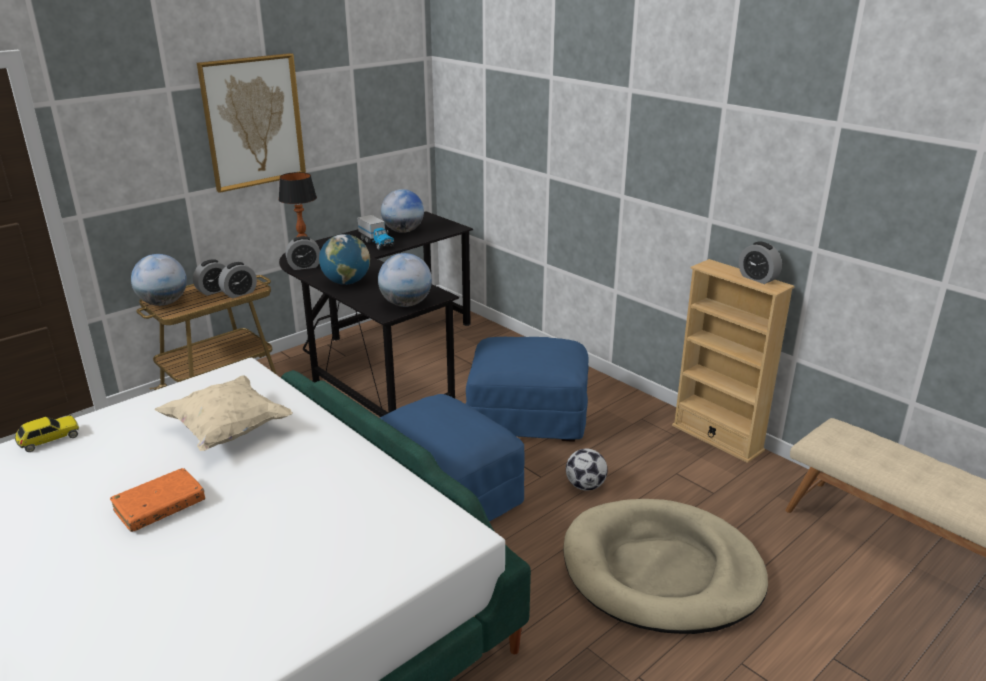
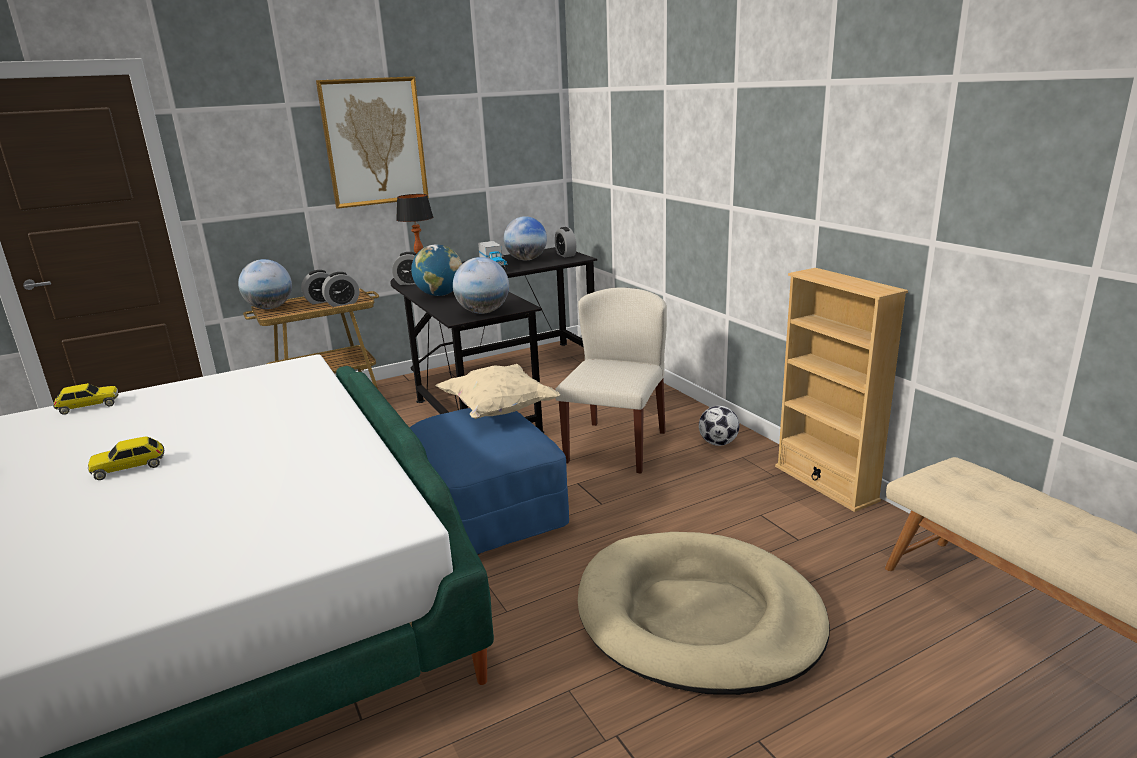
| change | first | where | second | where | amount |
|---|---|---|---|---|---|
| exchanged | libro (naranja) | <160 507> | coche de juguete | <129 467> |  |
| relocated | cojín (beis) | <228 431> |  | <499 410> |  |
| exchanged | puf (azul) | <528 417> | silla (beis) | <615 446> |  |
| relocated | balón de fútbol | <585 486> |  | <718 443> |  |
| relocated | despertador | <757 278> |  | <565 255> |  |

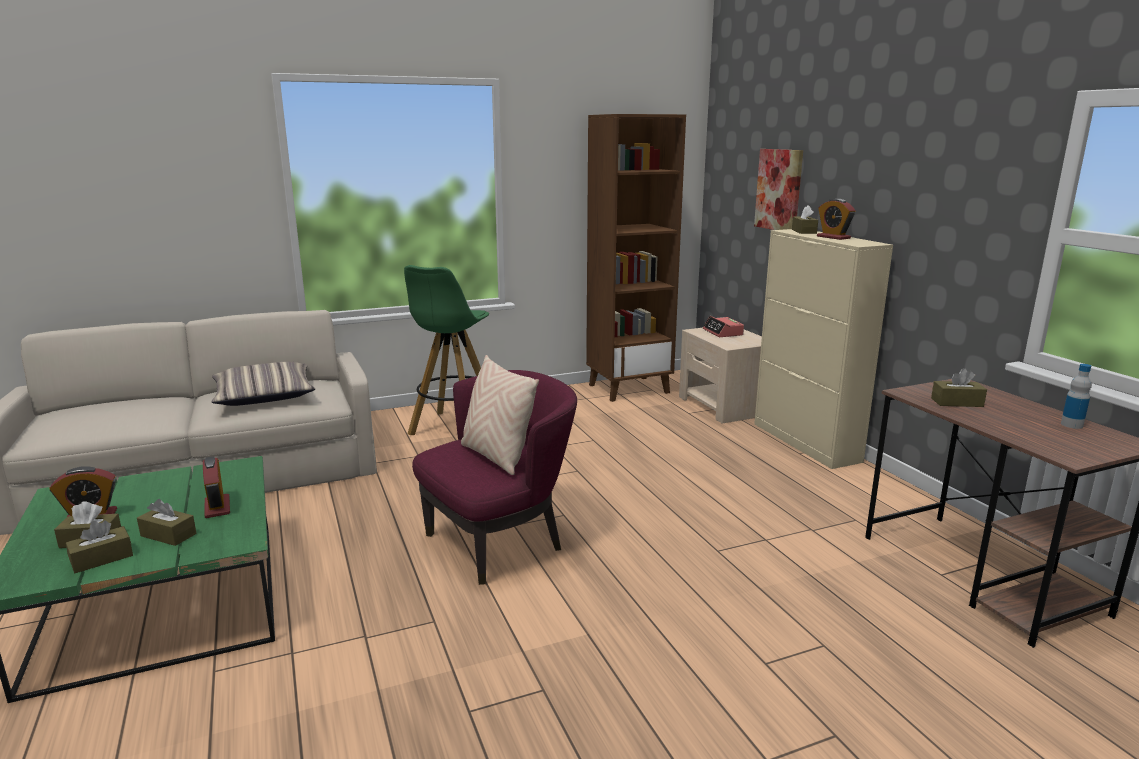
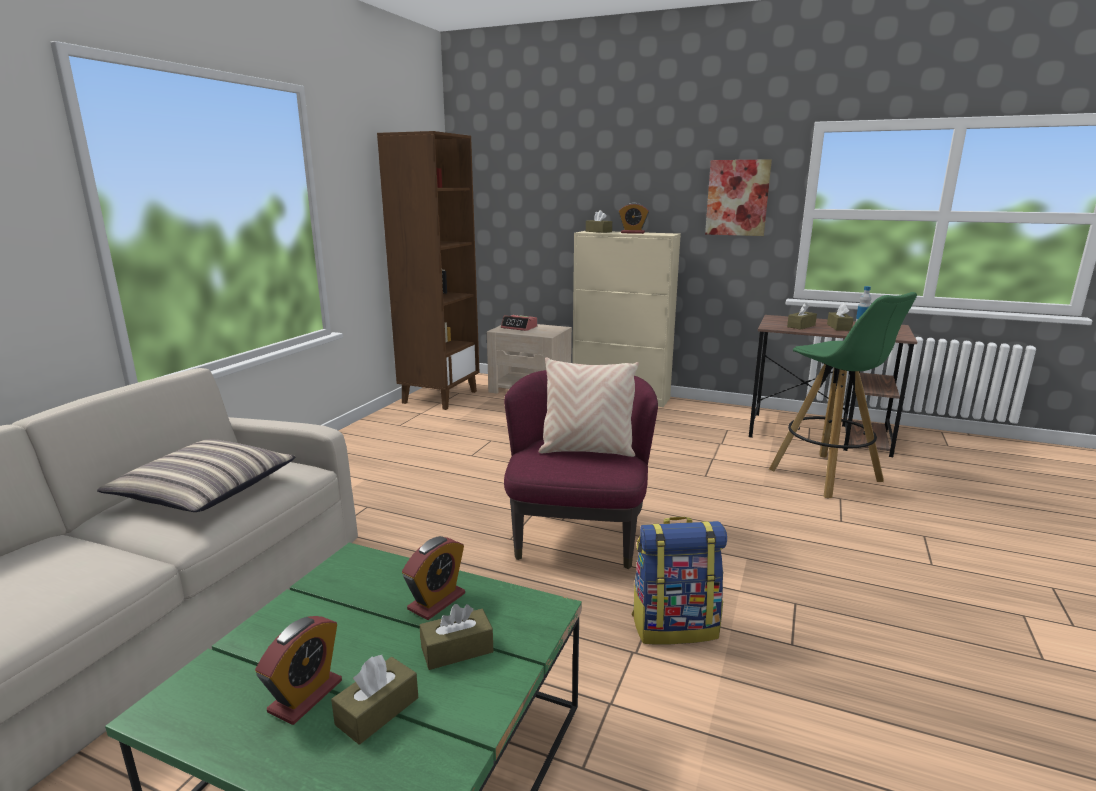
| change | first | where | second | where | amount |
|---|---|---|---|---|---|
| relocated | caja de pañuelos (marrón) | <102 559> |  | <839 327> |  |
| spun | despertador | <217 507> |  | <436 601> | 75 degrees counterclockwise |
| relocated | taburete (verde) | <454 428> |  | <827 476> |  |
| relocated | cuadro | <779 190> |  | <737 198> |  |
| appeared |  |  | mochila | <675 626> |  |

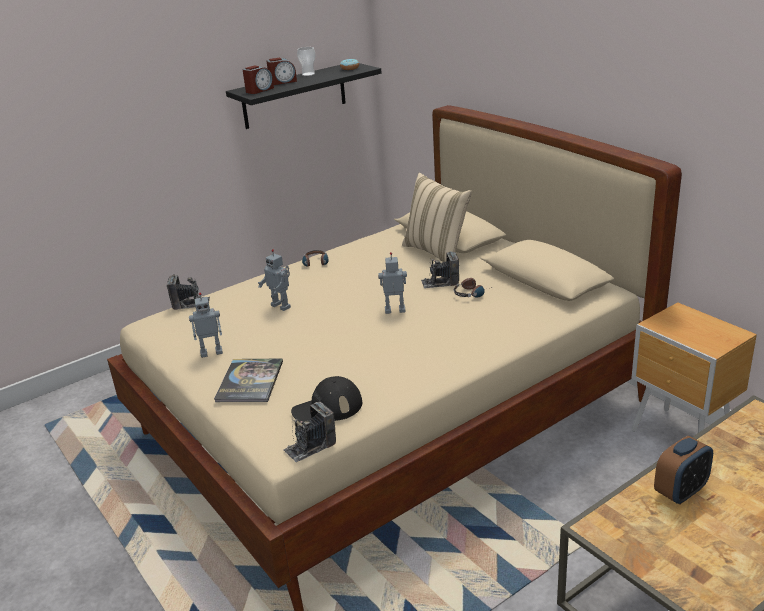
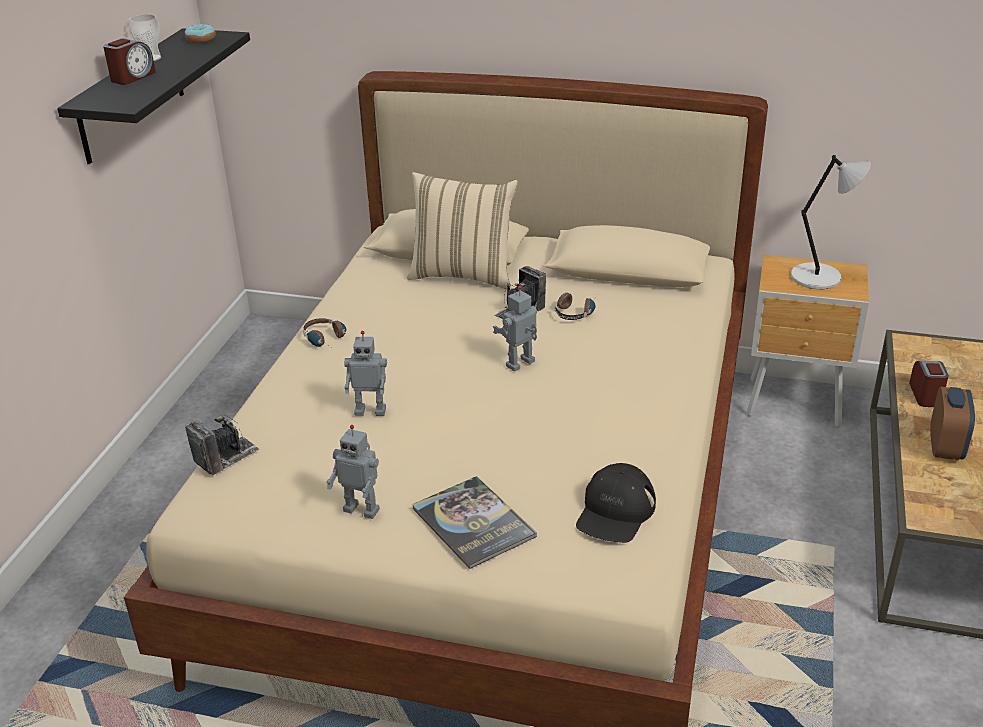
| change | first | where | second | where | amount |
|---|---|---|---|---|---|
| spun | robot de juguete | <211 352> |  | <362 509> | 75 degrees clockwise |
| relocated | despertador | <259 90> |  | <925 395> |  |
| missing | cámara | <310 446> |  |  |  |
| appeared |  |  | lámpara de mesa (gris) | <819 277> |  |

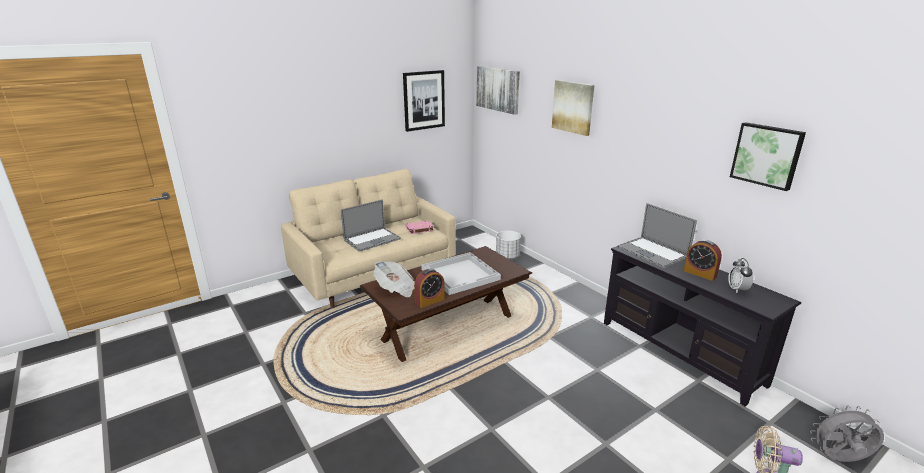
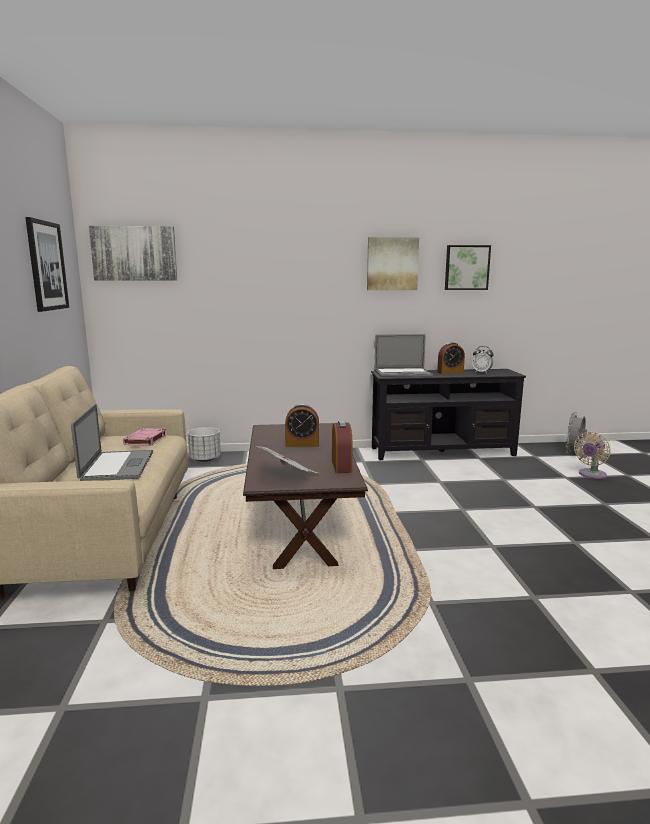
| change | first | where | second | where | amount |
|---|---|---|---|---|---|
| exchanged | bandeja (blanco) | <461 274> | despertador | <302 444> |  |
| relocated | cuadro | <573 107> |  | <392 264> |  |

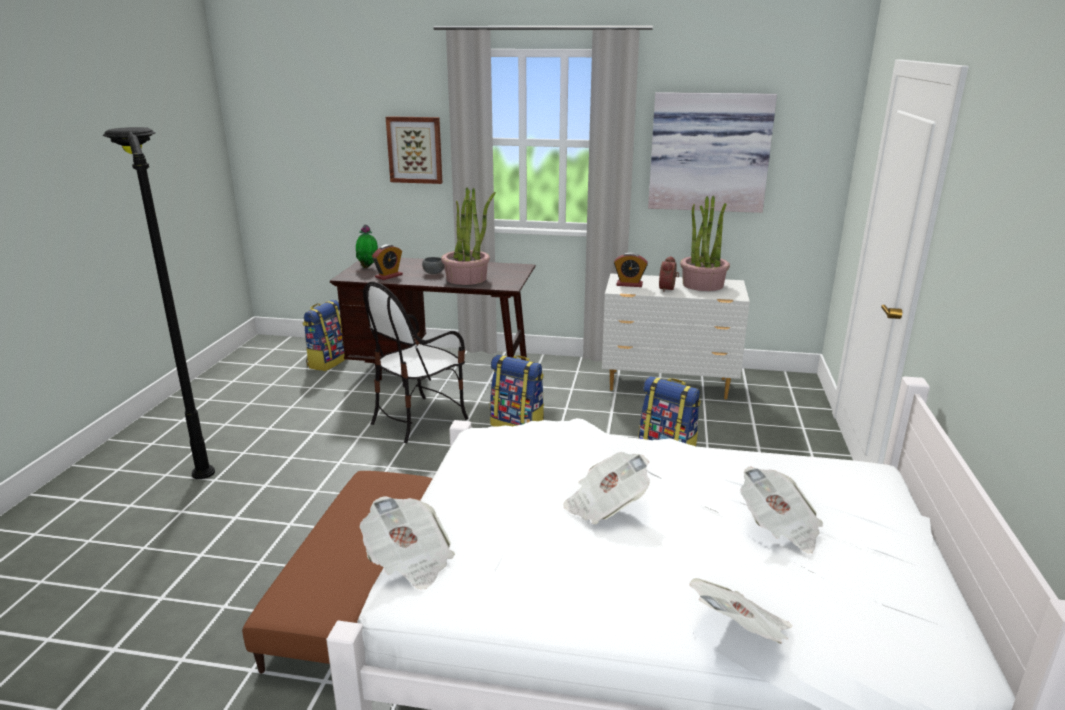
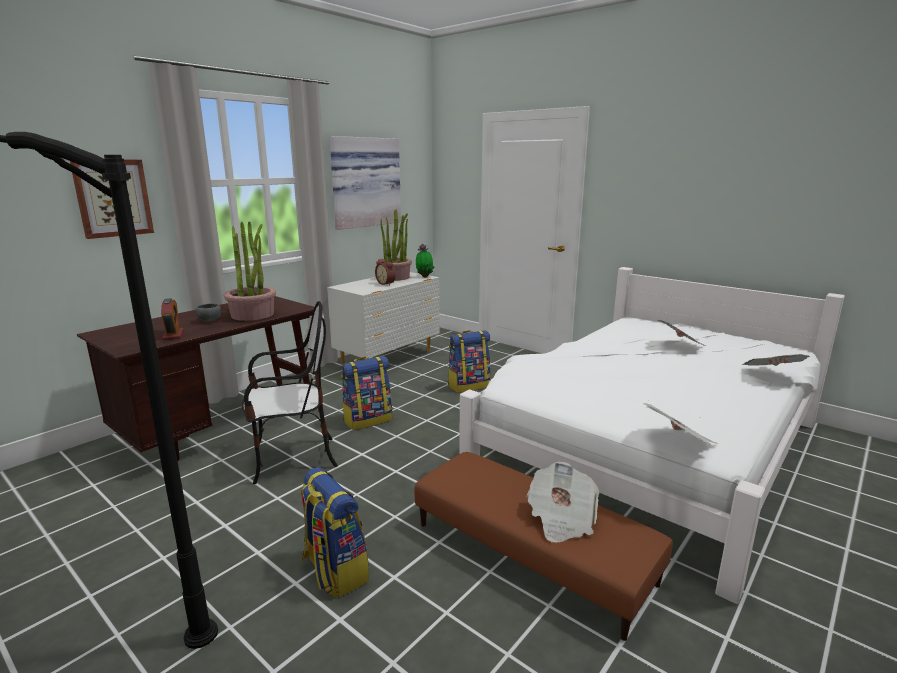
| change | first | where | second | where | amount |
|---|---|---|---|---|---|
| relocated | mochila | <328 362> |  | <334 571> |  |
| relocated | planta en maceta | <368 267> |  | <424 277> |  |
| spun | silla | <418 419> |  | <293 458> | 90 degrees counterclockwise |
| relocated | periódico | <605 505> |  | <561 519> |  |
| missing | despertador | <629 284> |  |  |  |

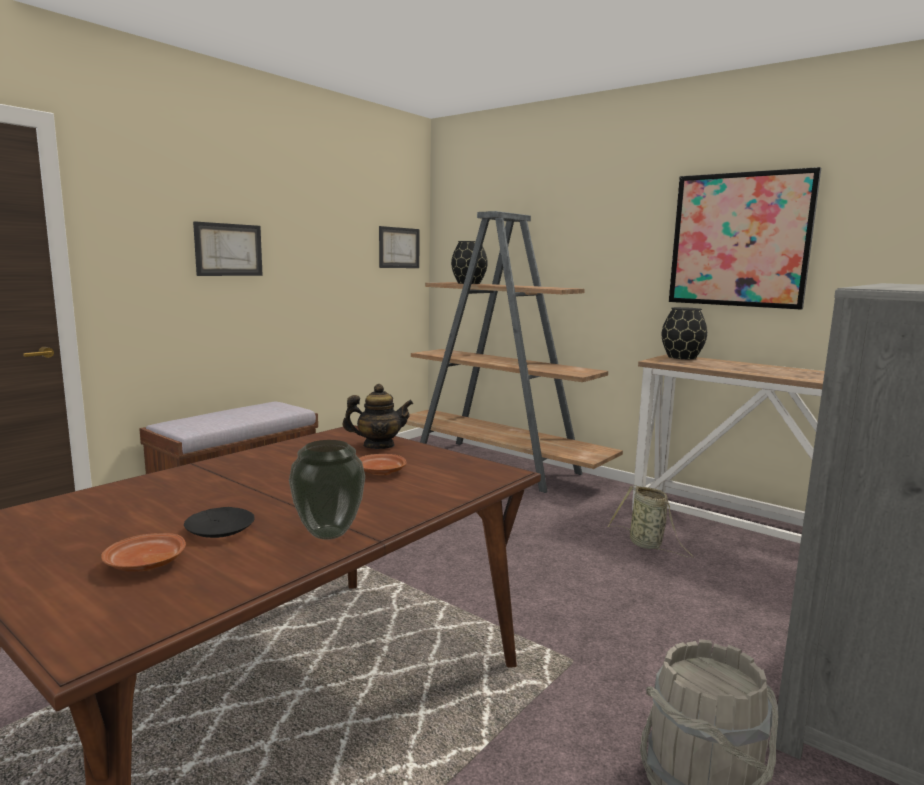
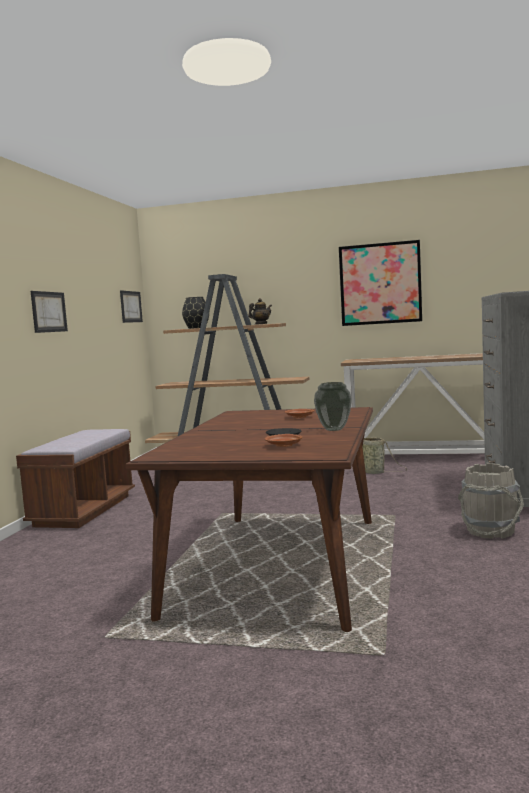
| change | first | where | second | where | amount |
|---|---|---|---|---|---|
| relocated | tetera | <378 446> |  | <261 324> |  |
| missing | florero (negro) | <681 357> |  |  |  |

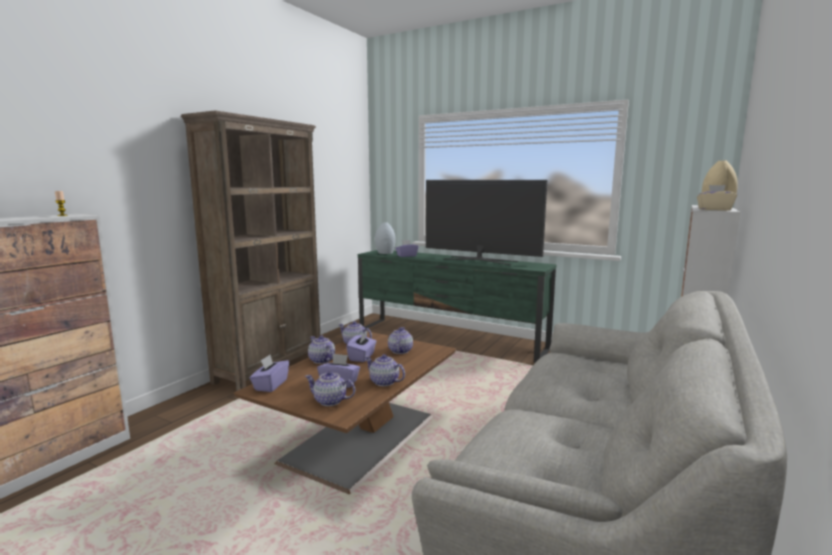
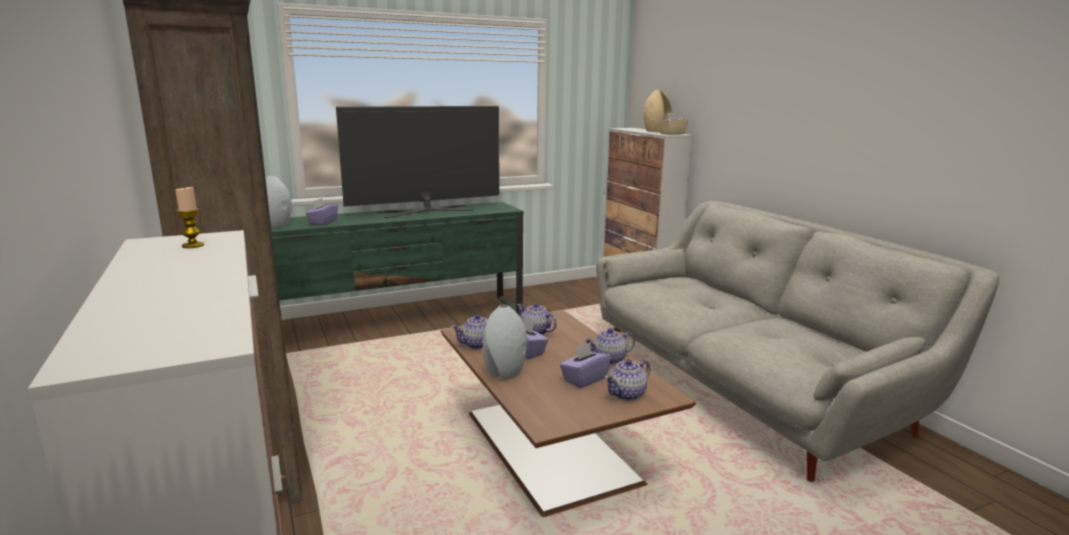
| change | first | where | second | where | amount |
|---|---|---|---|---|---|
| missing | caja de pañuelos (morado) | <270 385> |  |  |  |
| exchanged | tetera | <321 360> | florero (gris) | <504 373> |  |

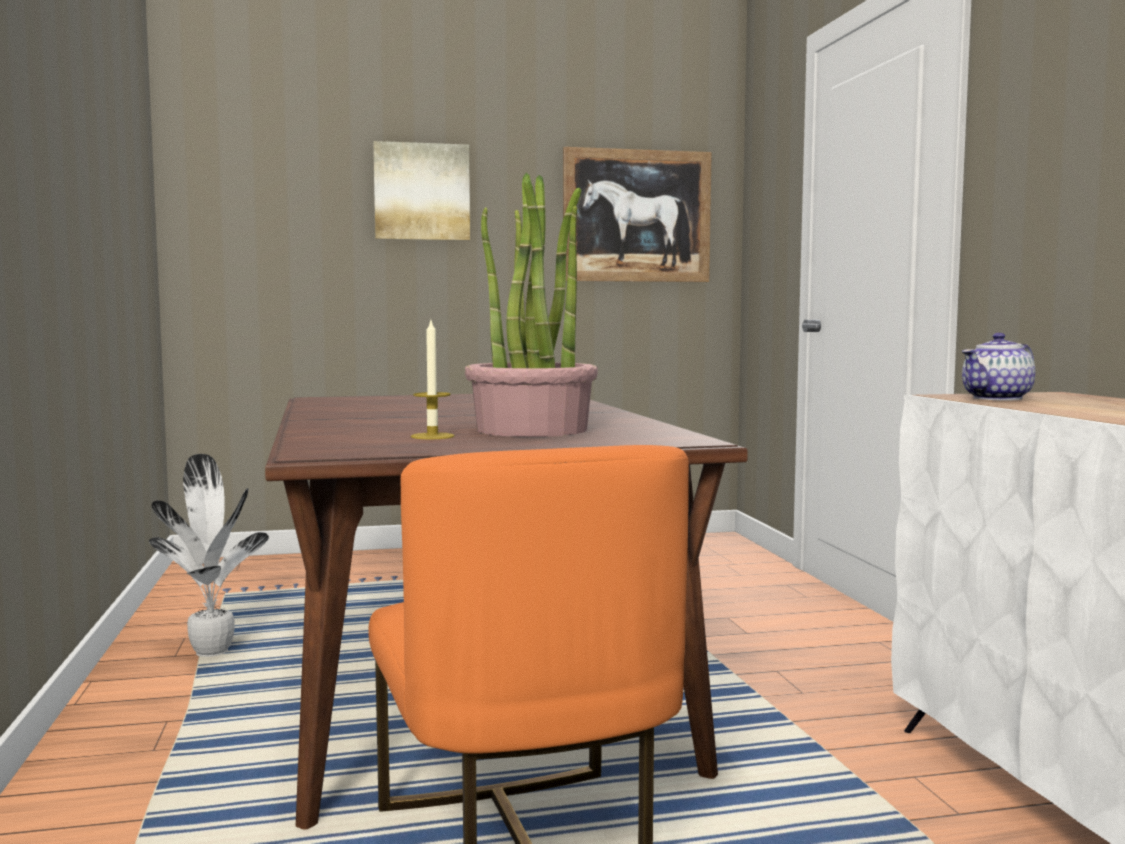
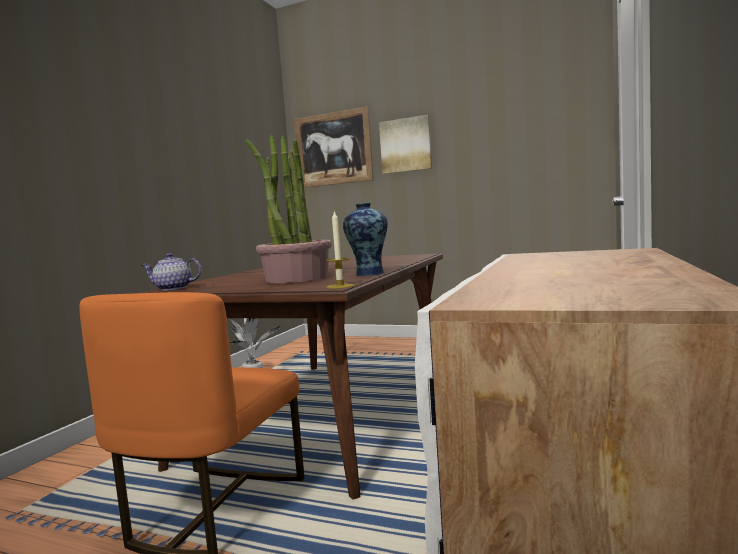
| change | first | where | second | where | amount |
|---|---|---|---|---|---|
| relocated | vela | <432 436> |  | <340 286> |  |
| relocated | cuadro | <636 216> |  | <333 149> |  |
| relocated | tetera | <997 398> |  | <173 288> |  |
| appeared |  |  | florero | <369 274> |  |

